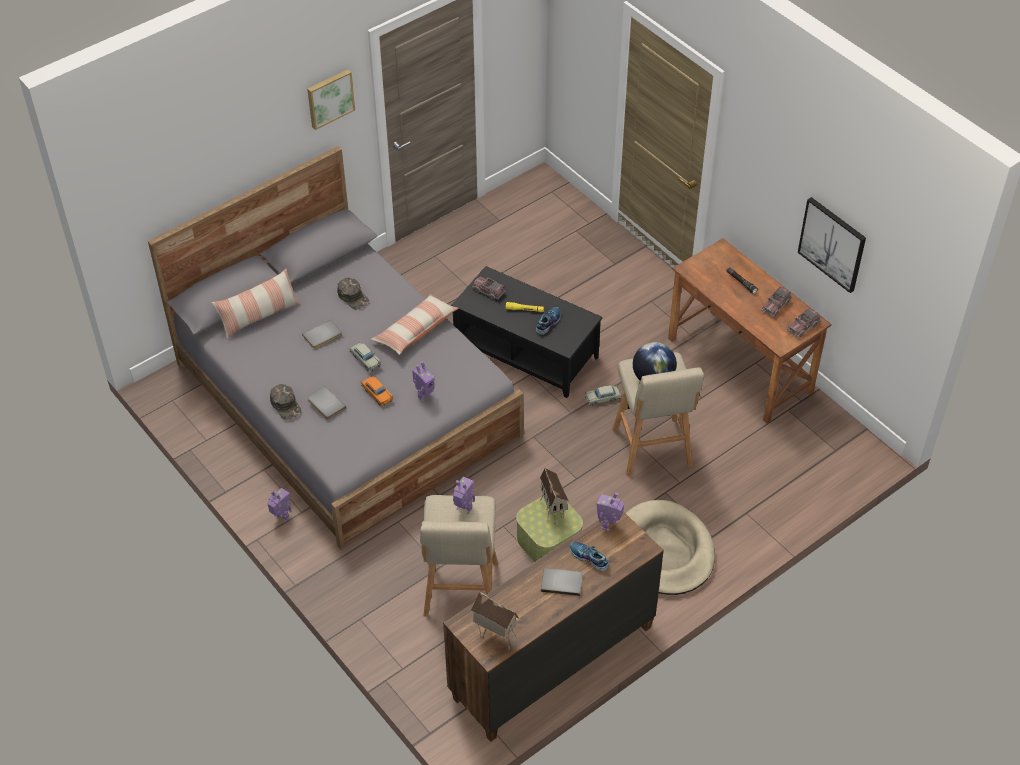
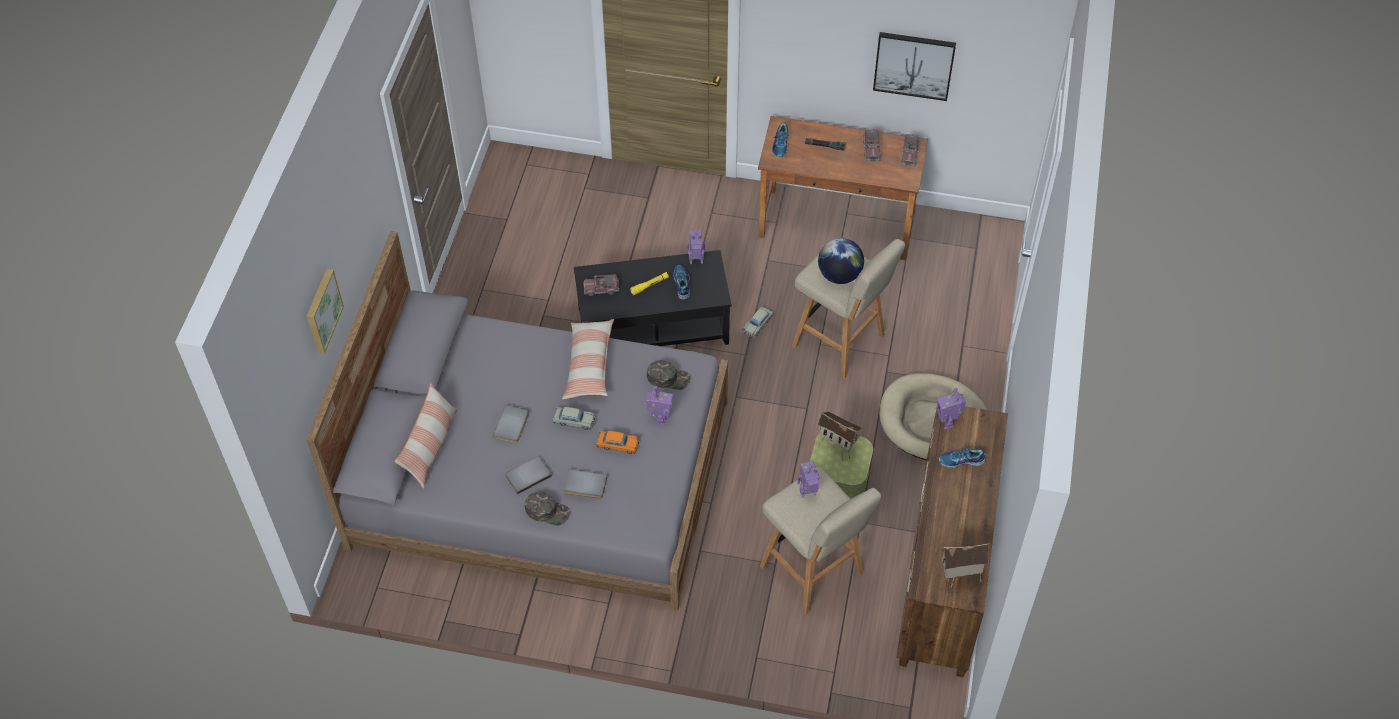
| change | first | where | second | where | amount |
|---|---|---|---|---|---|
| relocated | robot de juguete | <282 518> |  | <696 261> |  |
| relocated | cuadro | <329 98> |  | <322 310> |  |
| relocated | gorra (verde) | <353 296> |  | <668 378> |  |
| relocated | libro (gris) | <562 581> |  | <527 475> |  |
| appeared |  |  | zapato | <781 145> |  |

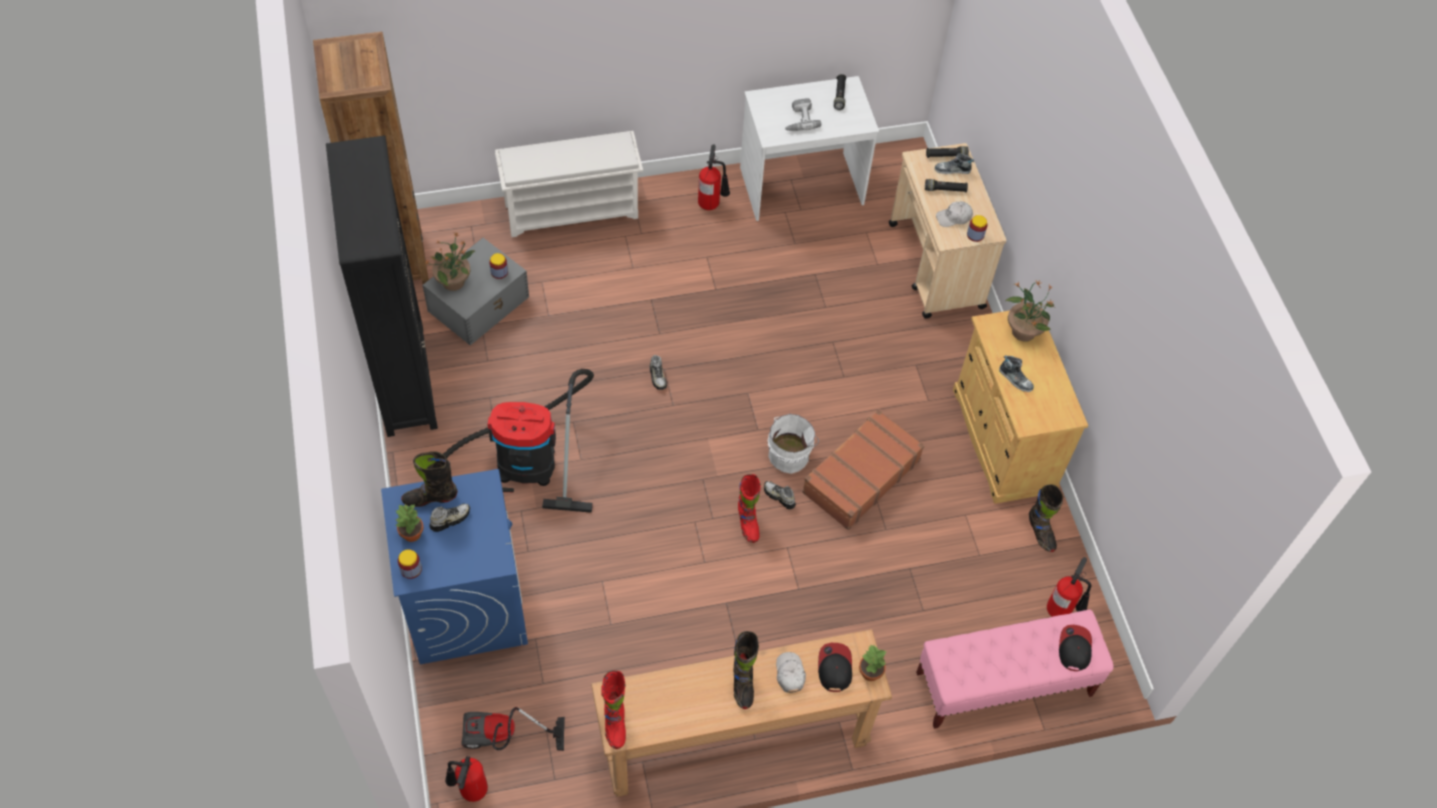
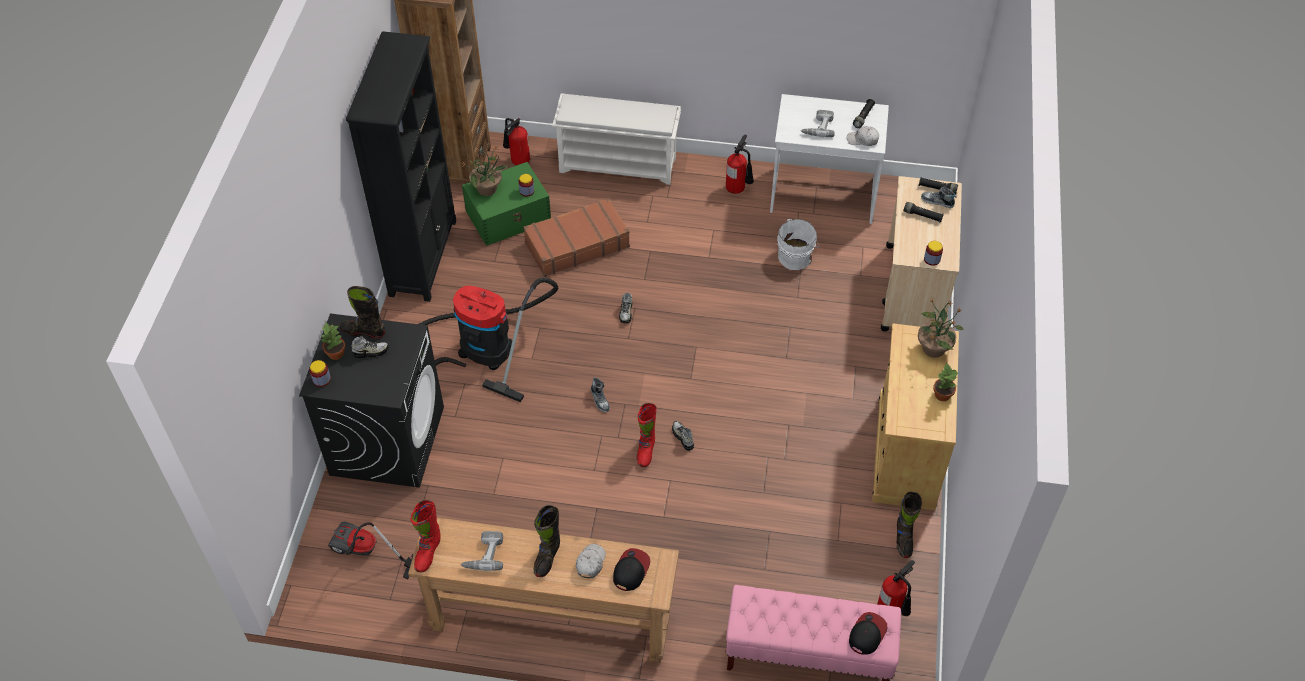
| change | first | where | second | where | amount |
|---|---|---|---|---|---|
| colour | lavadora (azul) | <466 602> | lavadora (negro) | <387 440> |  |
| colour | caja de almacenaje (gris) | <479 303> | caja de almacenaje (verde) | <509 216> |  |
| relocated | extintor | <469 791> |  | <517 161> |  |
| relocated | cubo (blanco) | <790 454> |  | <796 256> |  |
| relocated | maleta (marrón) | <860 476> |  | <576 244> |  |
| relocated | planta en maceta | <869 672> |  | <942 394> |  |
| relocated | gorra (blanco) | <954 217> |  | <862 140> |  |
| relocated | zapato | <1015 379> |  | <600 399> |  |
| appeared |  |  | taladro | <483 554> |  |

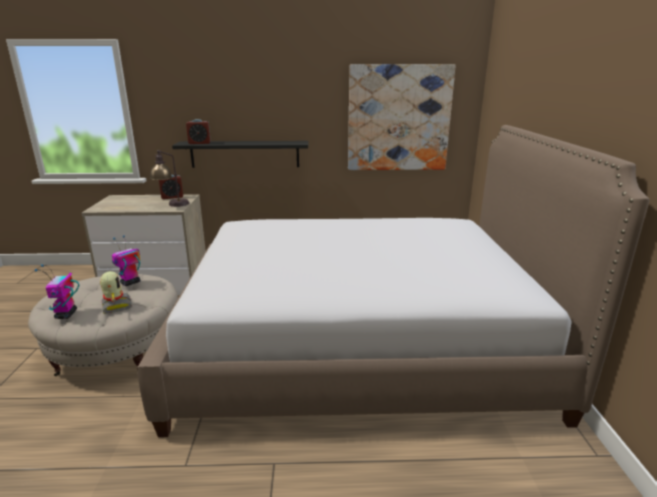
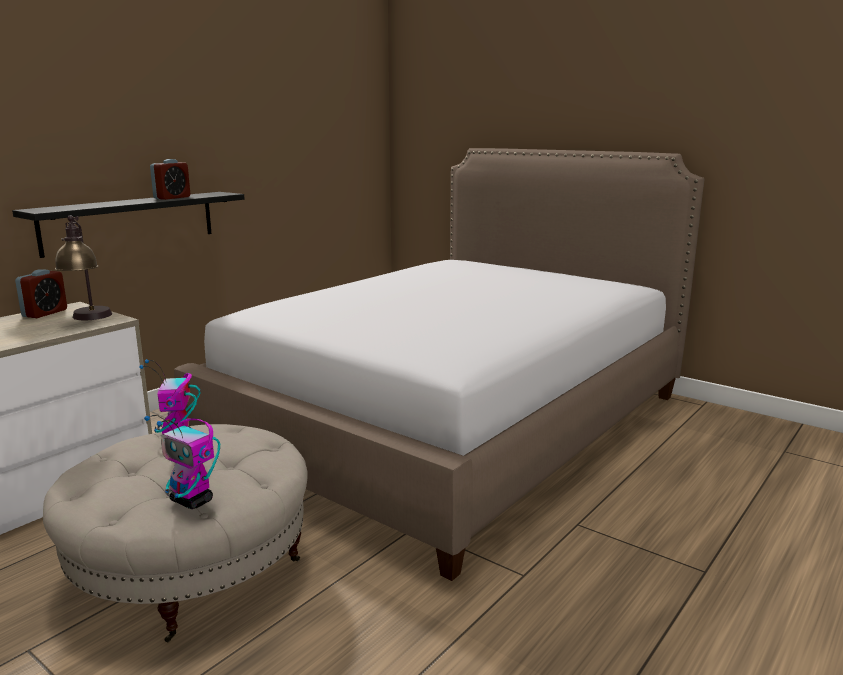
| change | first | where | second | where | amount |
|---|---|---|---|---|---|
| missing | robot de juguete | <116 306> |  |  |  |
| relocated | despertador | <199 143> |  | <172 198> |  |
| missing | cuadro | <399 118> |  |  |  |

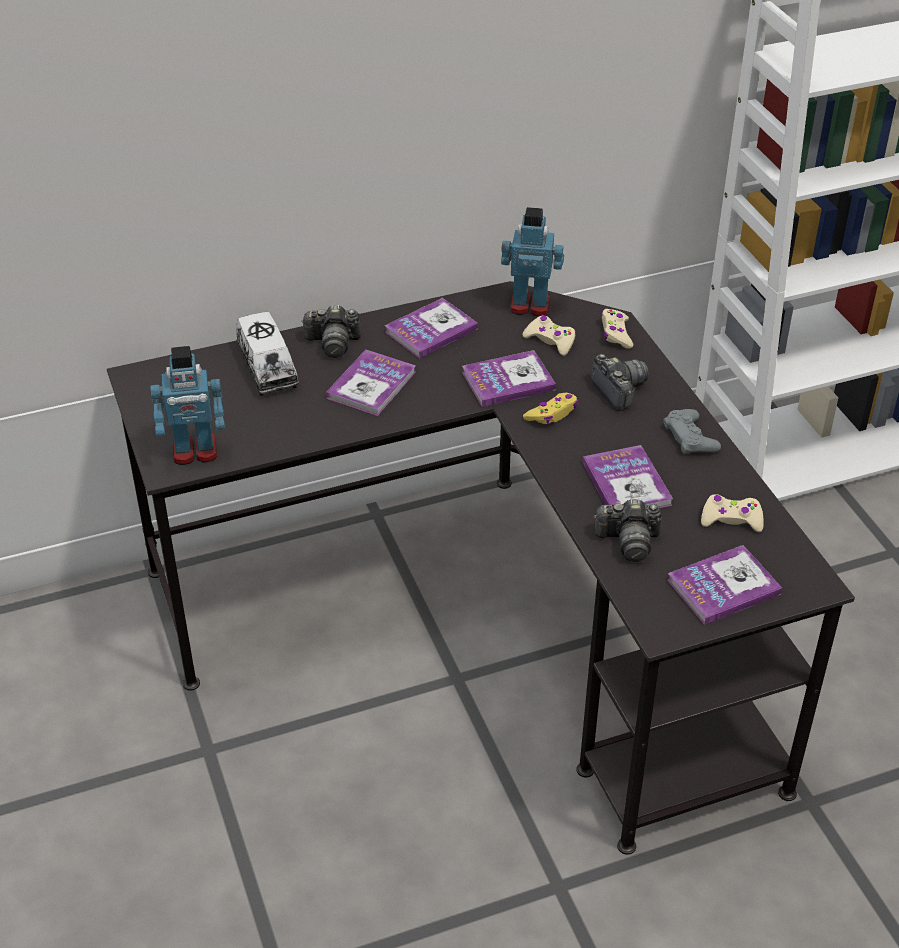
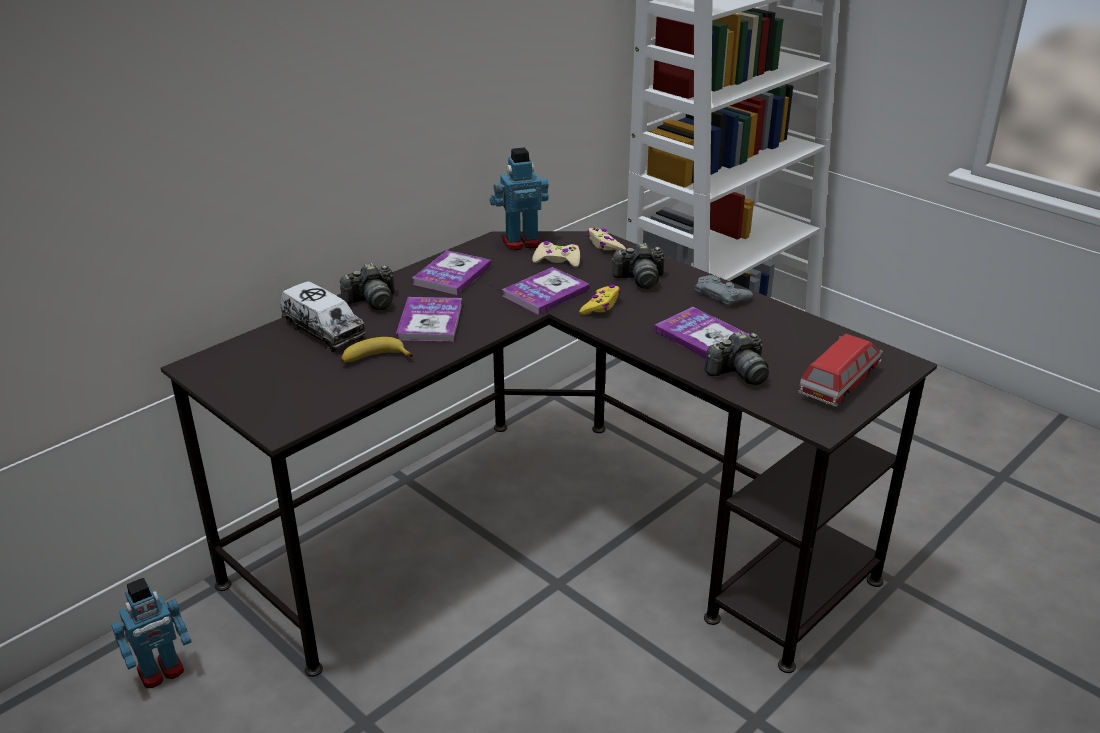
| change | first | where | second | where | amount |
|---|---|---|---|---|---|
| relocated | robot de juguete | <195 452> |  | <161 671> |  |
| spun | cámara | <618 391> |  | <639 279> | 135 degrees clockwise |
| exchanged | libro | <723 587> | coche de juguete | <839 383> |  |
| missing | mando de consola (beis) | <731 519> |  |  |  |
| appeared |  |  | plátano | <374 359> |  |

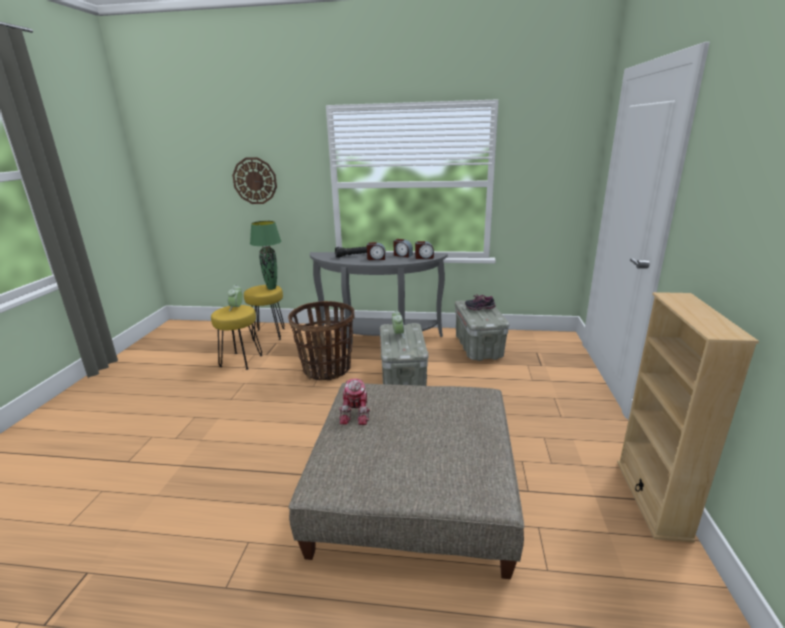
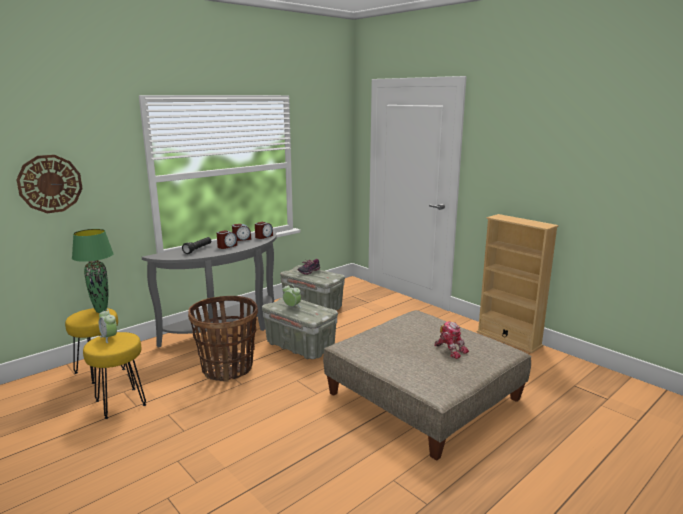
| change | first | where | second | where | amount |
|---|---|---|---|---|---|
| relocated | robot de juguete | <357 413> |  | <450 350> |  |

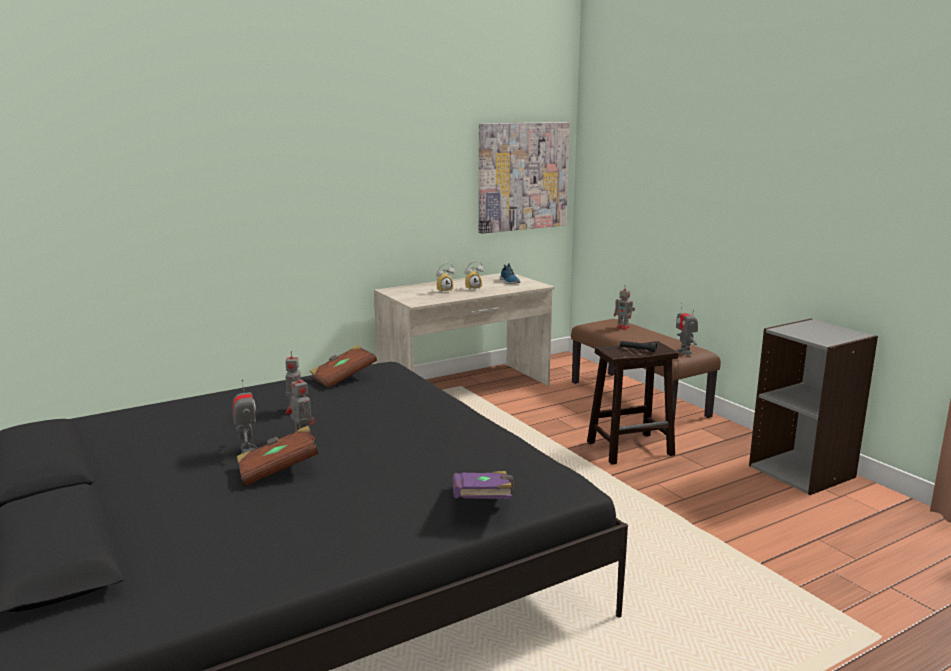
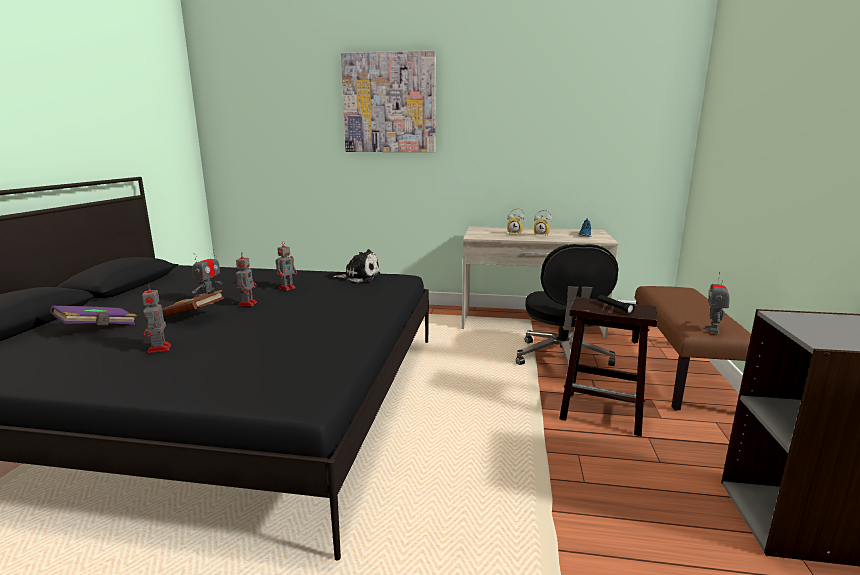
| change | first | where | second | where | amount |
|---|---|---|---|---|---|
| exchanged | libro (marrón) | <343 378> | peluche | <359 277> |  |
| relocated | libro (morado) | <483 501> |  | <97 328> |  |
| relocated | cuadro | <522 176> |  | <389 103> |  |
| relocated | robot de juguete | <623 328> |  | <159 349> |  |
| appeared |  |  | silla de oficina (negro) | <562 359> |  |

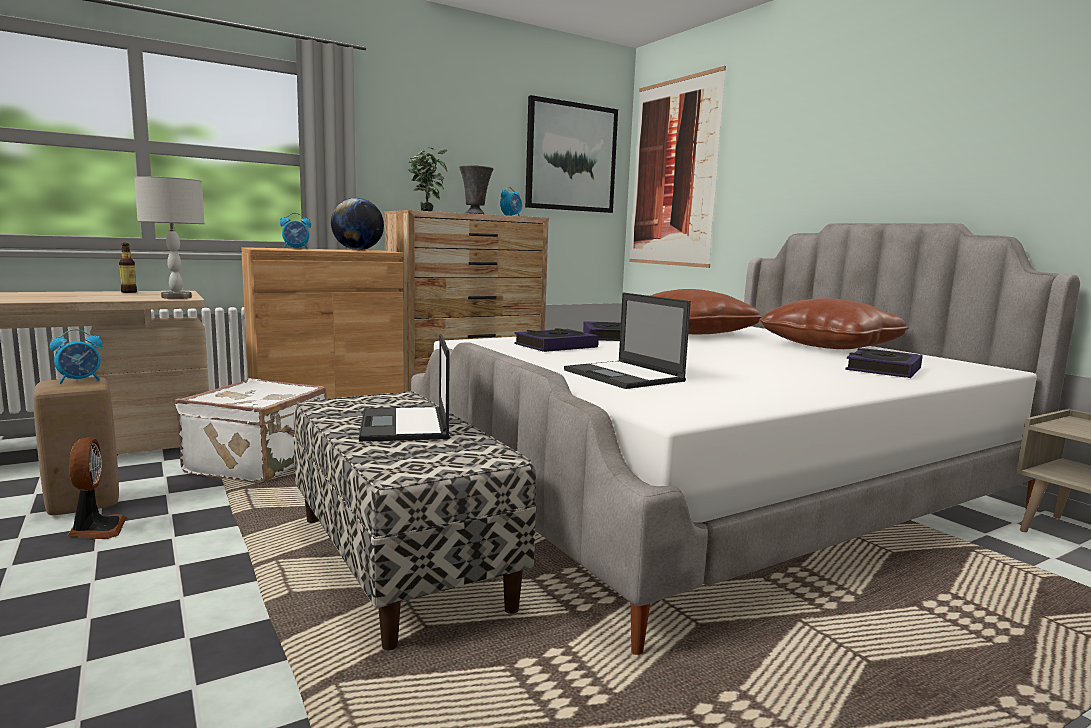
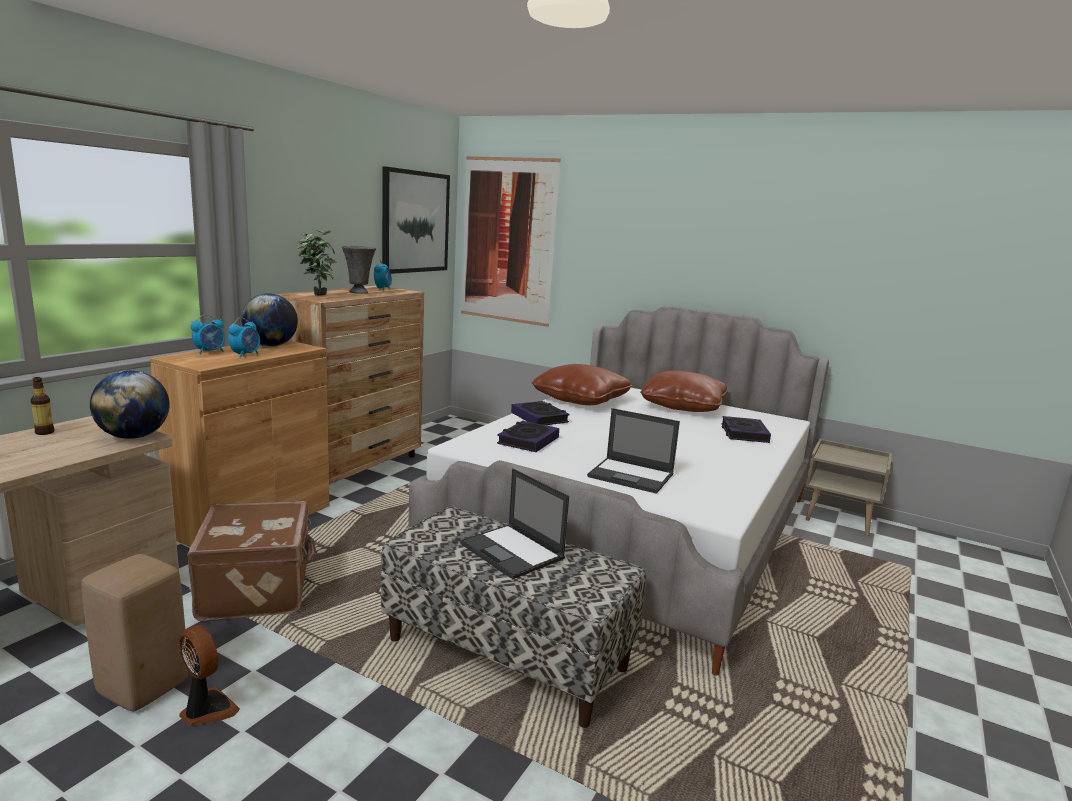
| change | first | where | second | where | amount |
|---|---|---|---|---|---|
| relocated | despertador | <80 381> |  | <245 355> |  |
| exchanged | lámpara de mesa (gris) | <177 297> | globo terráqueo | <134 437> |  |
| colour | maleta (blanco) | <260 463> | maleta (marrón) | <258 589> |  |

